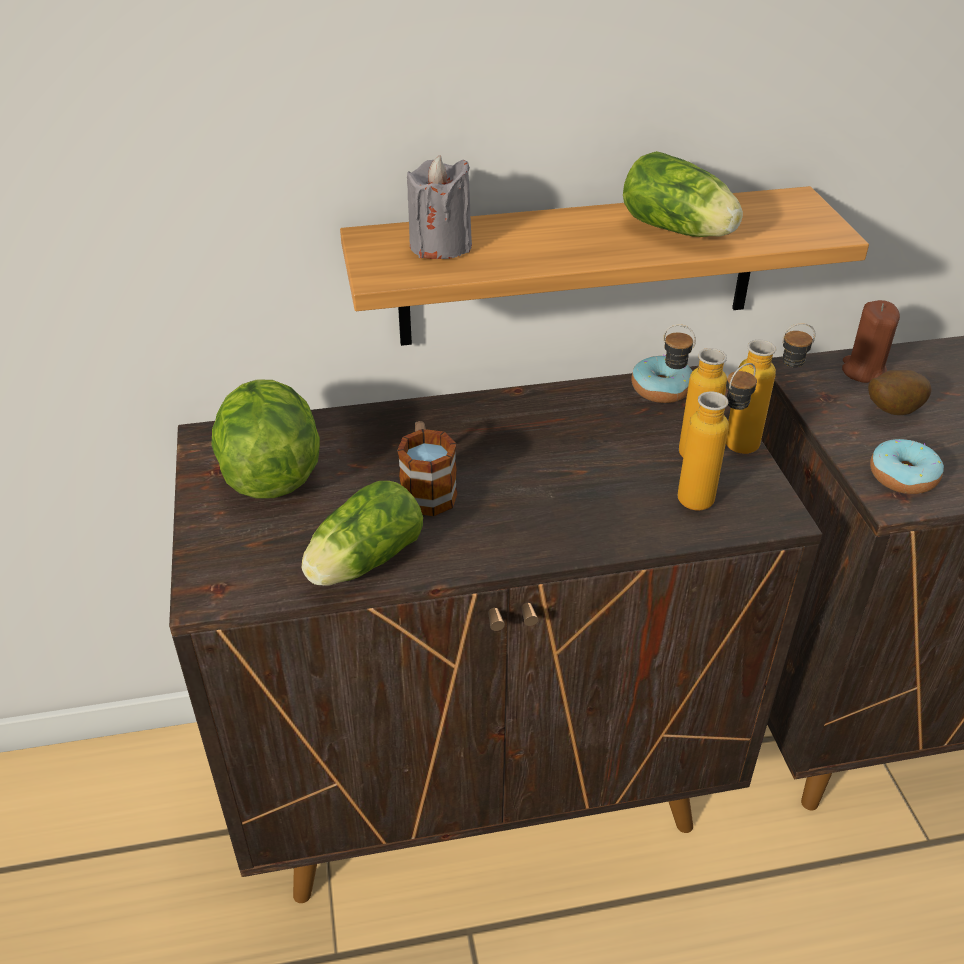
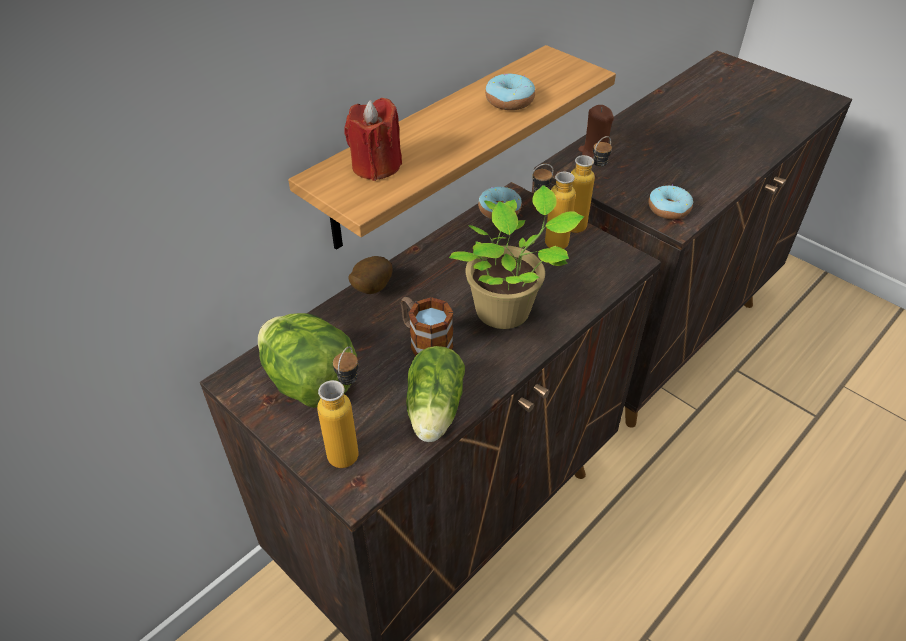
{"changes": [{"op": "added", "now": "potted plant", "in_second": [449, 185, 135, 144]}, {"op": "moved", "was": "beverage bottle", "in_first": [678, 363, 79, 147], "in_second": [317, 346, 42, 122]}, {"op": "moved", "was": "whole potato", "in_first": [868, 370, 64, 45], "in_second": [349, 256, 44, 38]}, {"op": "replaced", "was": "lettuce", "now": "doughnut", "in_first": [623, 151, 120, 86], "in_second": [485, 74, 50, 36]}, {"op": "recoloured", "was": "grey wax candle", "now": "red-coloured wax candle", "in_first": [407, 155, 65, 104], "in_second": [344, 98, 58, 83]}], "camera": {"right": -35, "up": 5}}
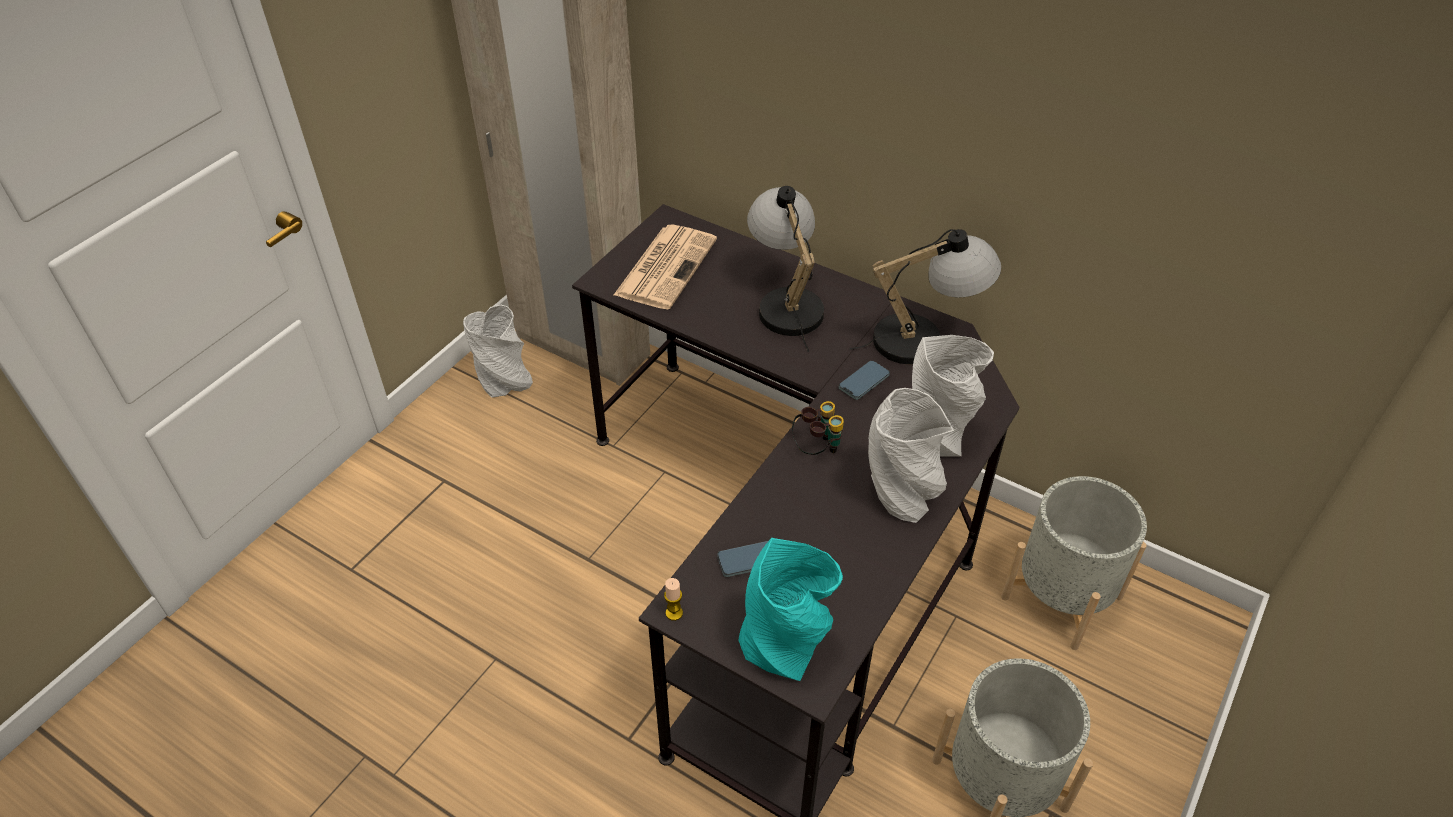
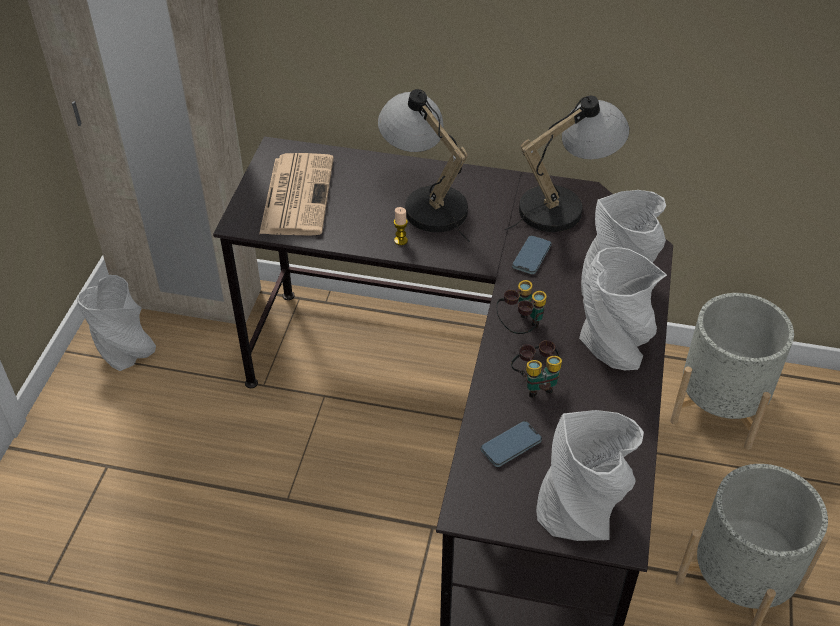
{"changes": [{"op": "added", "now": "binoculars", "in_second": [511, 340, 51, 57]}, {"op": "moved", "was": "wax candle", "in_first": [664, 578, 19, 43], "in_second": [394, 207, 14, 38]}, {"op": "recoloured", "was": "turquoise decorative vase", "now": "grey decorative vase", "in_first": [738, 538, 105, 143], "in_second": [536, 410, 108, 131]}], "camera": {"right": -20, "up": 0}}
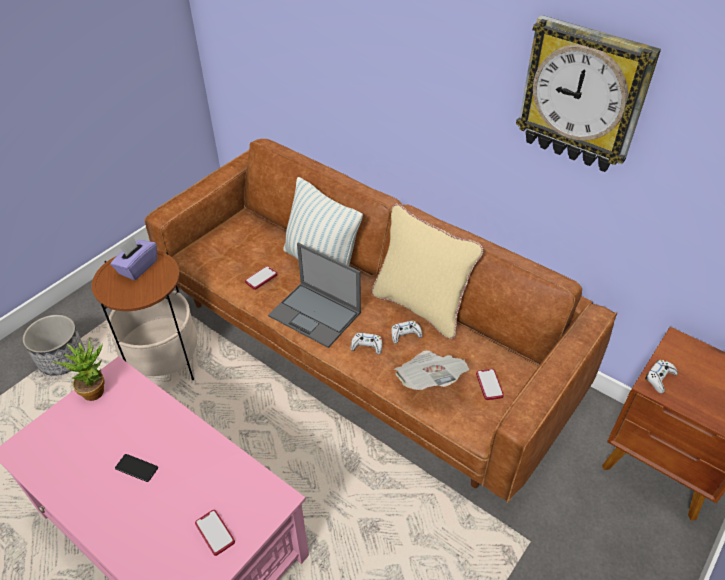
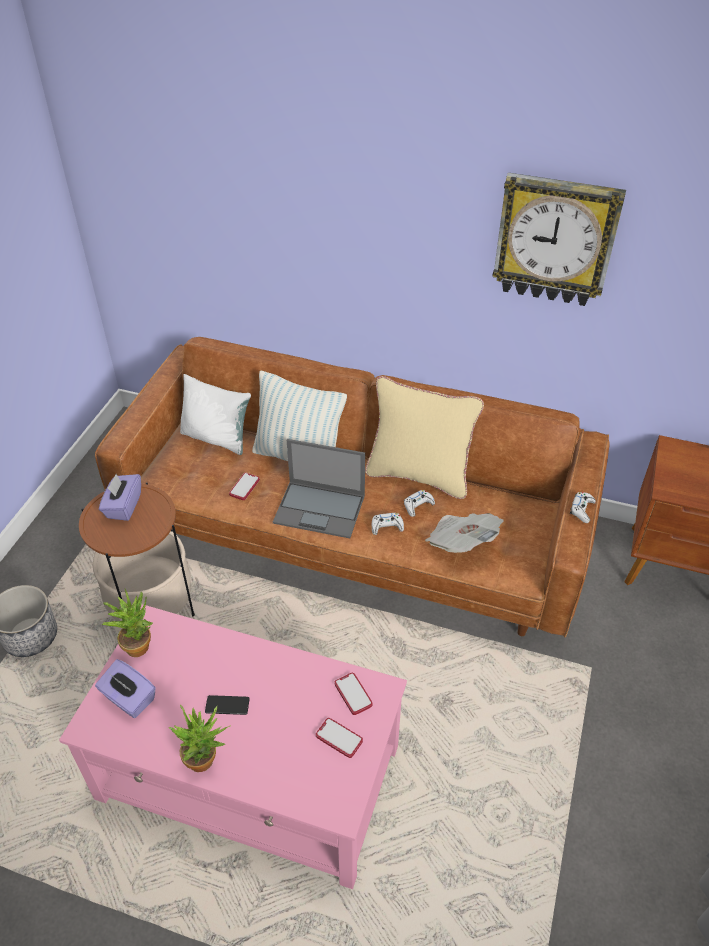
{"changes": [{"op": "added", "now": "purple-coloured tissue holder", "in_second": [95, 659, 61, 59]}, {"op": "added", "now": "potted plant", "in_second": [168, 705, 63, 67]}, {"op": "added", "now": "white-coloured throw pillow", "in_second": [180, 374, 71, 81]}, {"op": "moved", "was": "handset", "in_first": [476, 369, 28, 31], "in_second": [334, 673, 39, 42]}, {"op": "moved", "was": "white-coloured gamepad", "in_first": [645, 360, 33, 33], "in_second": [570, 492, 26, 31]}], "camera": {"right": -20, "up": 0}}
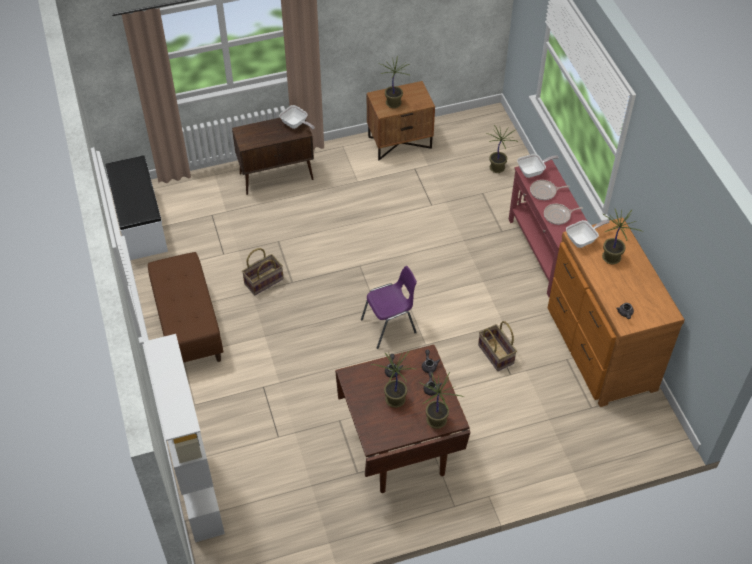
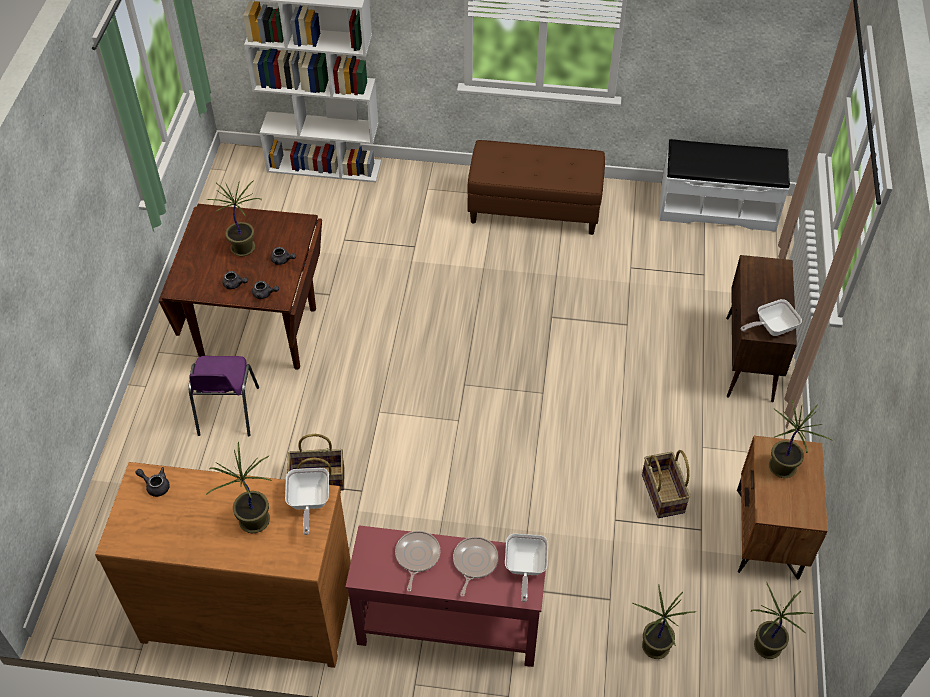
{"changes": [{"op": "moved", "was": "storage basket", "in_first": [242, 248, 42, 48], "in_second": [642, 450, 49, 68]}, {"op": "moved", "was": "purple-coloured chair", "in_first": [361, 266, 56, 83], "in_second": [188, 356, 71, 80]}, {"op": "moved", "was": "potted plant", "in_first": [419, 372, 45, 57], "in_second": [751, 583, 63, 76]}], "camera": {"right": 115, "up": 0}}
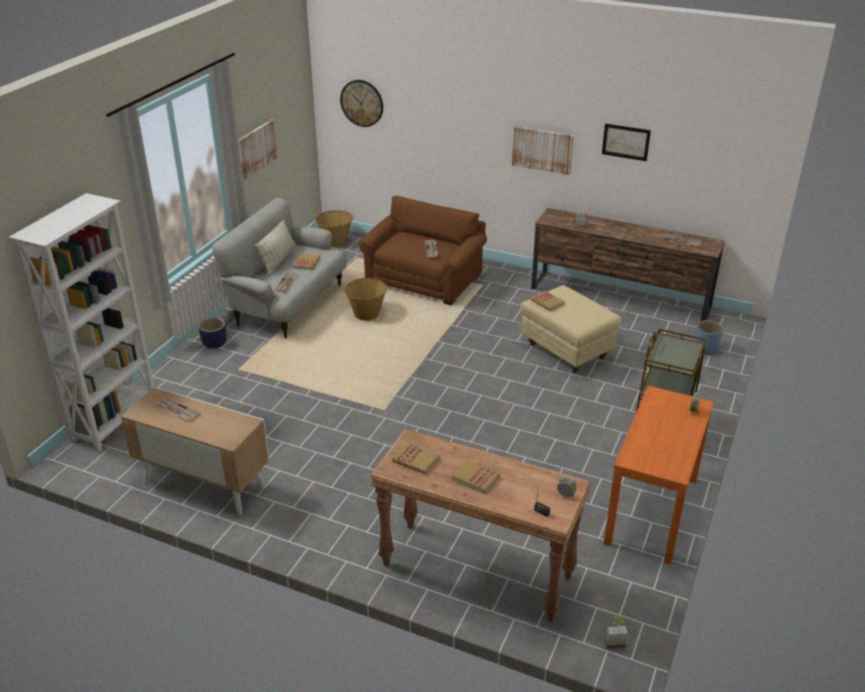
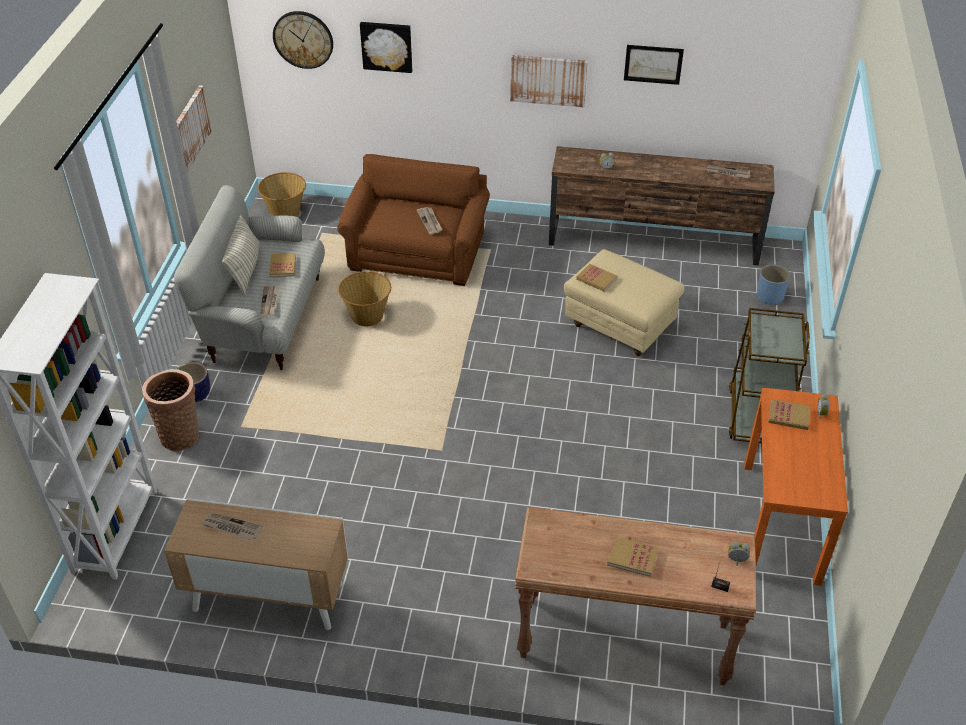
{"changes": [{"op": "removed", "was": "potted plant", "in_first": [605, 615, 23, 34]}, {"op": "added", "now": "storage basket", "in_second": [142, 369, 57, 82]}, {"op": "added", "now": "wall picture", "in_second": [360, 22, 52, 51]}, {"op": "moved", "was": "book", "in_first": [392, 442, 47, 32], "in_second": [768, 399, 43, 31]}], "camera": {"right": -15, "up": 10}}
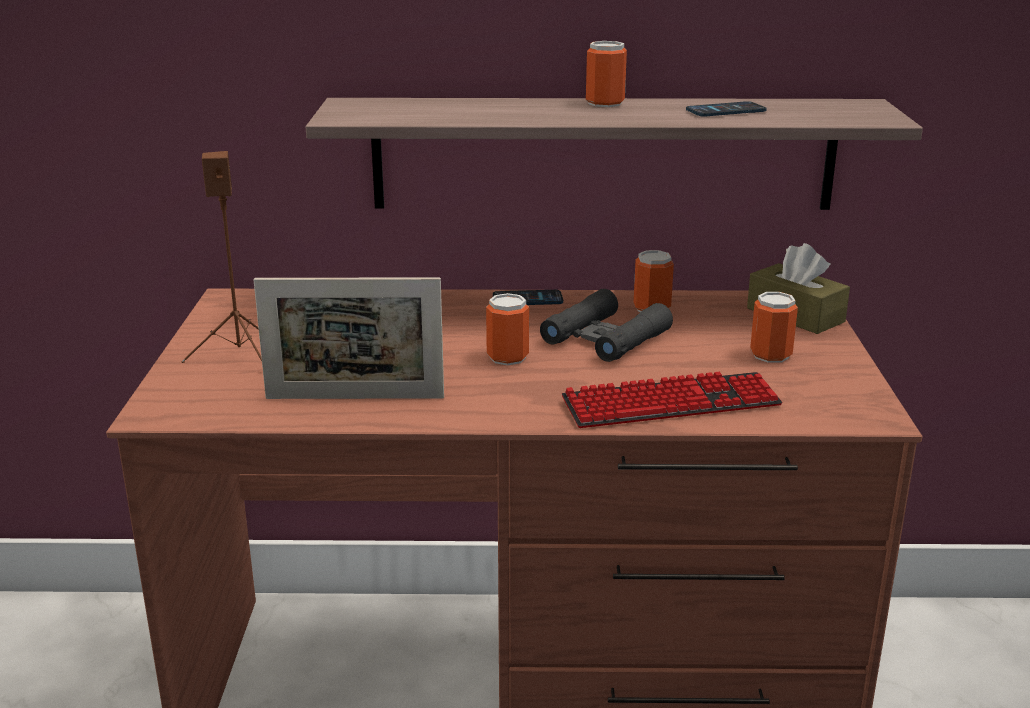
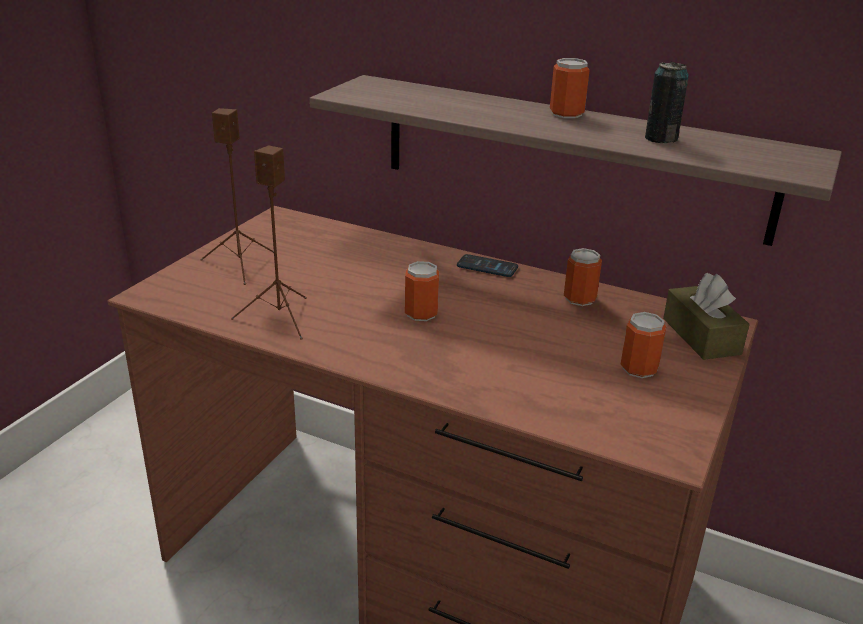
{"changes": [{"op": "removed", "was": "black-coloured binoculars", "in_first": [540, 289, 133, 73]}, {"op": "removed", "was": "keyboard", "in_first": [562, 371, 220, 57]}, {"op": "replaced", "was": "picture frame", "now": "brownish speaker", "in_first": [253, 277, 191, 122], "in_second": [231, 145, 76, 195]}, {"op": "replaced", "was": "handset", "now": "sealed can", "in_first": [686, 101, 81, 16], "in_second": [645, 62, 44, 81]}], "camera": {"right": 25, "up": 5}}
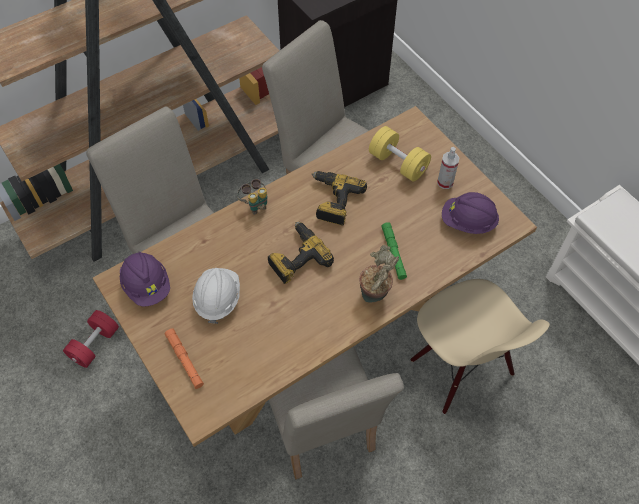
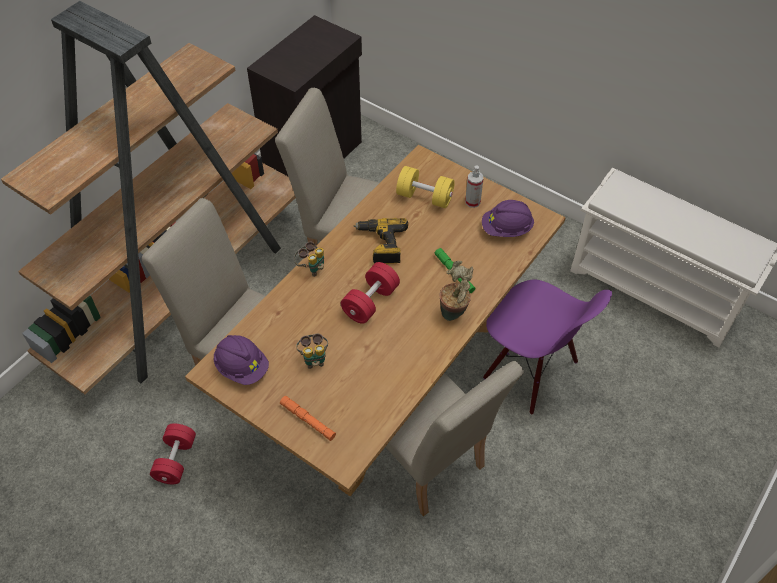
{"changes": [{"op": "replaced", "was": "white-coloured safety helmet", "now": "binoculars", "in_first": [192, 268, 48, 56], "in_second": [296, 334, 32, 35]}, {"op": "replaced", "was": "power drill", "now": "red-coloured hand weight", "in_first": [268, 222, 66, 62], "in_second": [341, 262, 59, 62]}, {"op": "recoloured", "was": "beige-coloured chair", "now": "purple-coloured chair", "in_first": [411, 279, 139, 135], "in_second": [483, 279, 129, 136]}], "camera": {"right": -20, "up": -5}}
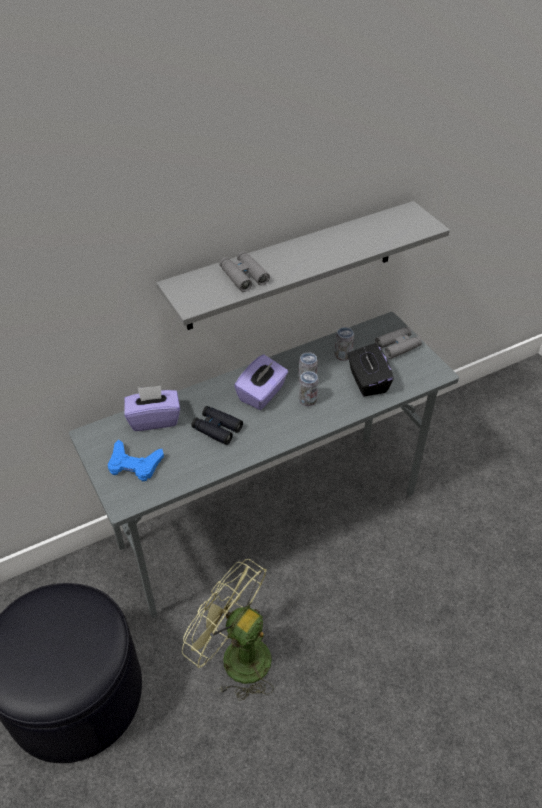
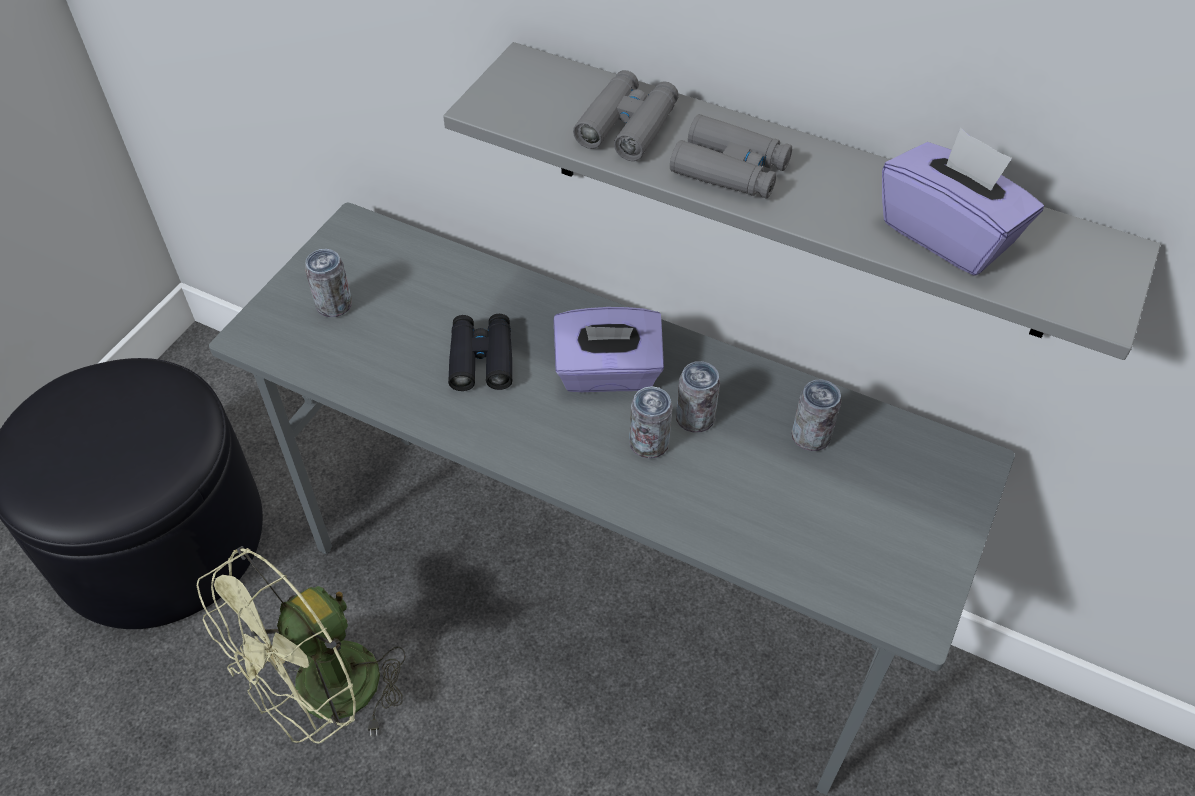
{"changes": [{"op": "removed", "was": "black-coloured tissue holder", "in_first": [347, 343, 47, 53]}, {"op": "moved", "was": "purple-coloured tissue holder", "in_first": [124, 386, 56, 45], "in_second": [882, 128, 162, 148]}, {"op": "moved", "was": "grey binoculars", "in_first": [375, 327, 47, 32], "in_second": [670, 114, 122, 85]}, {"op": "replaced", "was": "blue-coloured gamepad", "now": "sealed can", "in_first": [108, 440, 56, 41], "in_second": [305, 249, 47, 68]}, {"op": "turned", "was": "green electric fan", "in_first": [182, 559, 92, 142], "in_second": [197, 546, 209, 198], "clockwise": -135}], "camera": {"right": 55, "up": 5}}
